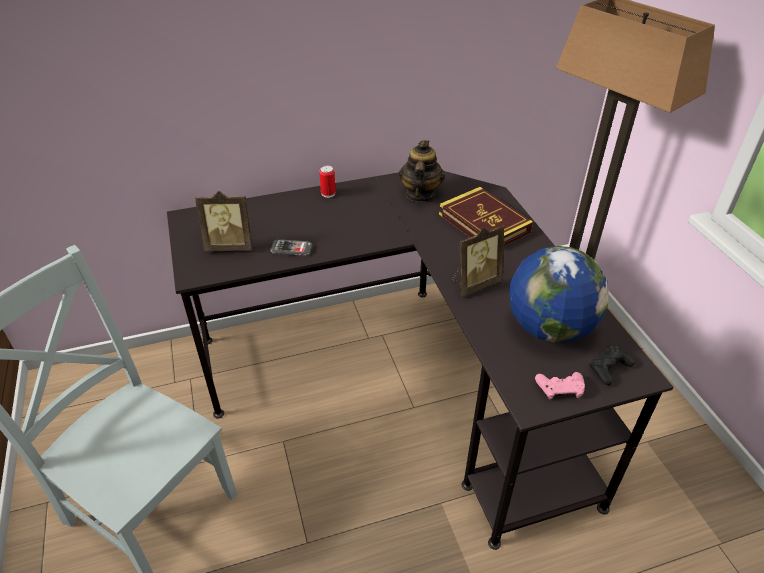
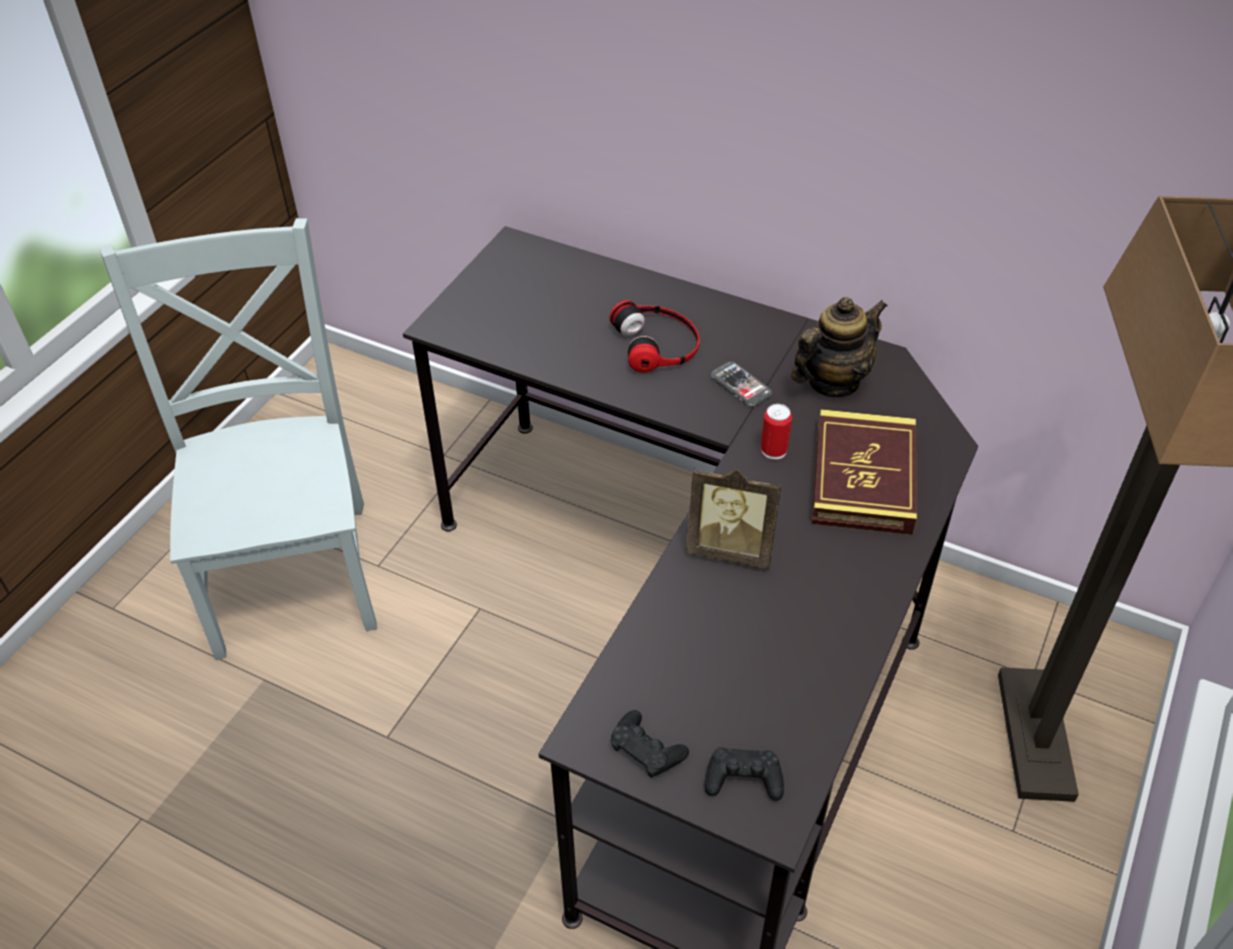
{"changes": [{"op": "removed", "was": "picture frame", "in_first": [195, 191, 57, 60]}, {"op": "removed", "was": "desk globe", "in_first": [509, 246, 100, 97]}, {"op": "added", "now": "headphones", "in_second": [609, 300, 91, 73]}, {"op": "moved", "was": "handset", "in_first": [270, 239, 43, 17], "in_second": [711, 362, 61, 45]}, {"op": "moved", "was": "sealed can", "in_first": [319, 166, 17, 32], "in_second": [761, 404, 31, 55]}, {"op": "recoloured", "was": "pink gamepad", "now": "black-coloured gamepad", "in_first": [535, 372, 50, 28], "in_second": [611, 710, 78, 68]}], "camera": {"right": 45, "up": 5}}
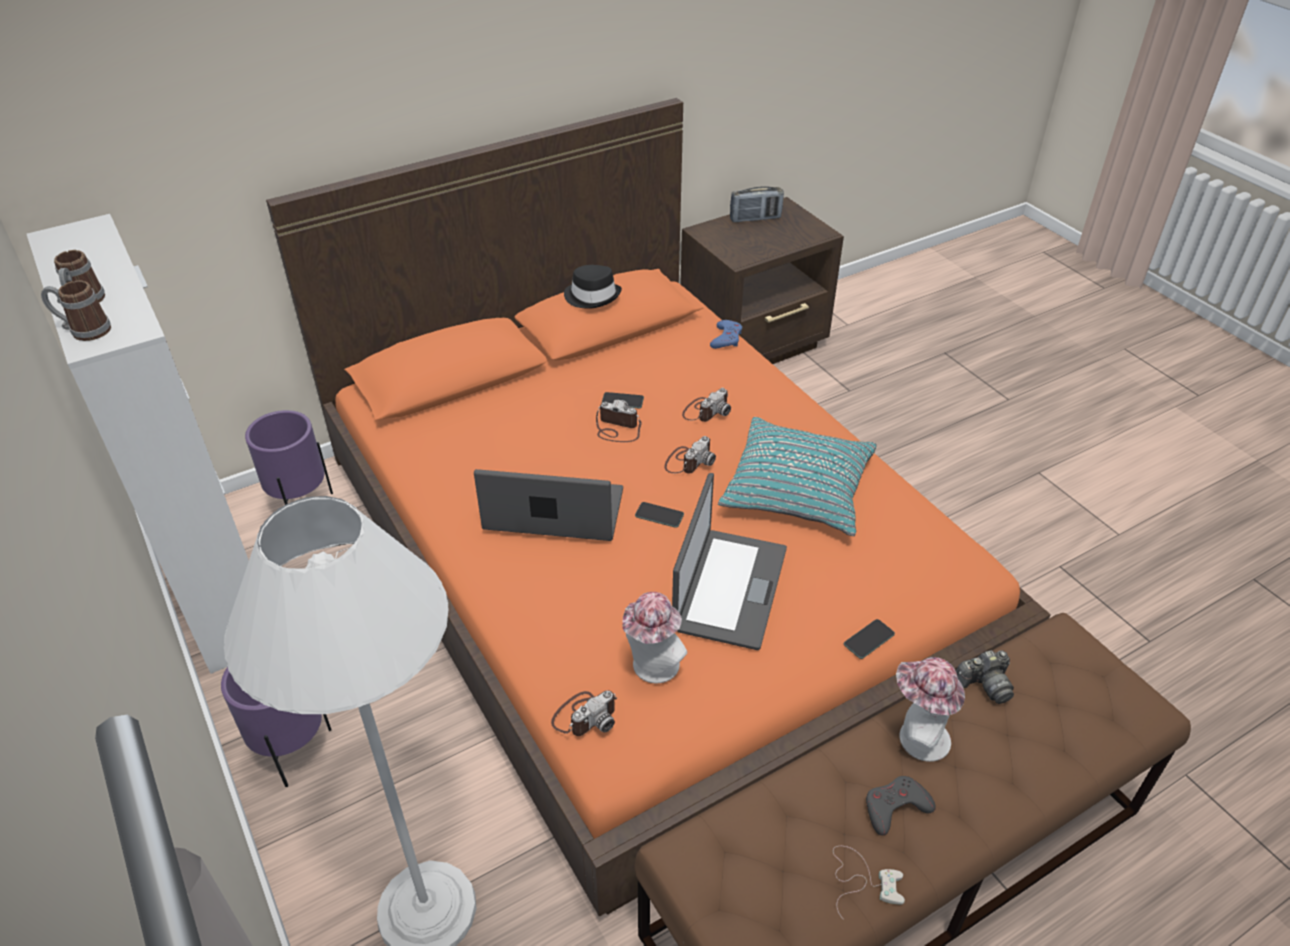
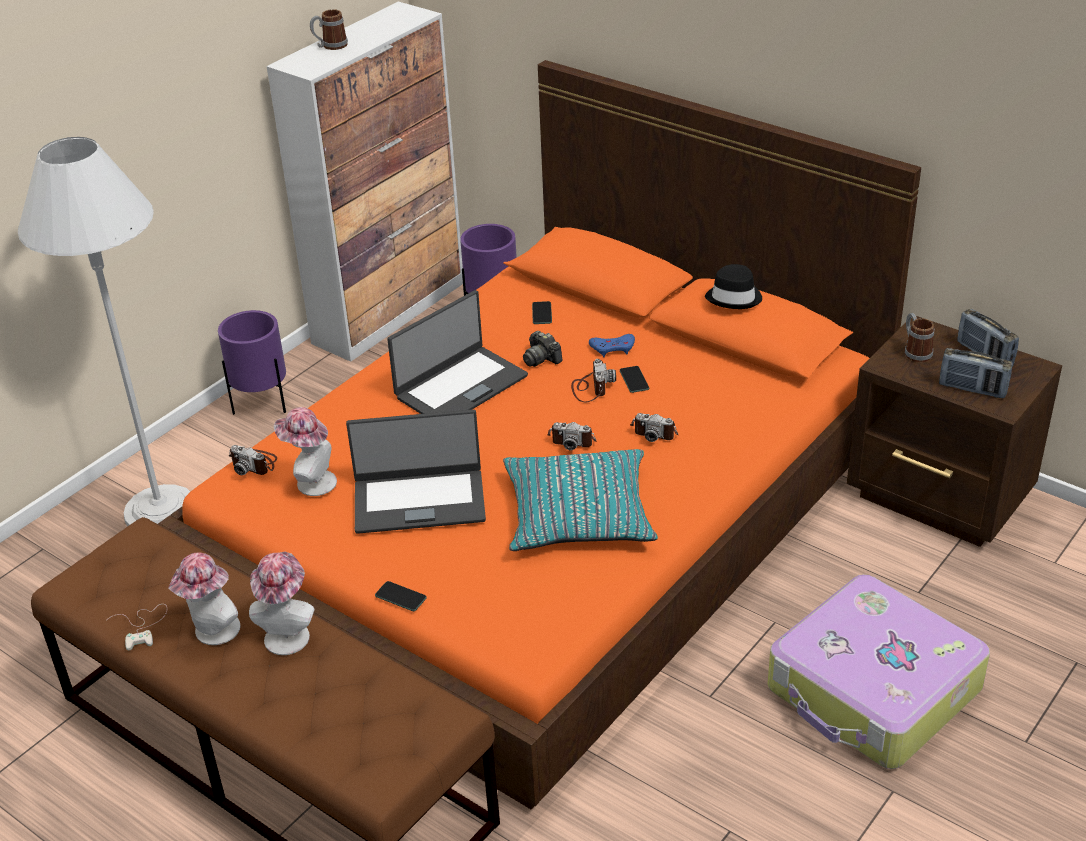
{"changes": [{"op": "added", "now": "suitcase", "in_second": [768, 574, 222, 195]}, {"op": "added", "now": "radio", "in_second": [939, 348, 74, 50]}, {"op": "moved", "was": "coffee mug", "in_first": [41, 280, 70, 61], "in_second": [905, 313, 29, 50]}, {"op": "moved", "was": "handset", "in_first": [635, 502, 49, 26], "in_second": [532, 301, 20, 23]}, {"op": "moved", "was": "blue-coloured gamepad", "in_first": [710, 320, 32, 29], "in_second": [589, 334, 46, 23]}, {"op": "moved", "was": "photo camera", "in_first": [956, 650, 58, 54], "in_second": [523, 331, 40, 36]}, {"op": "replaced", "was": "grey gamepad", "now": "clothing hat", "in_first": [866, 776, 70, 60], "in_second": [168, 553, 73, 92]}, {"op": "turned", "was": "portable computer", "in_first": [474, 469, 149, 72], "in_second": [387, 290, 141, 124], "clockwise": 60}], "camera": {"right": 70, "up": -5}}
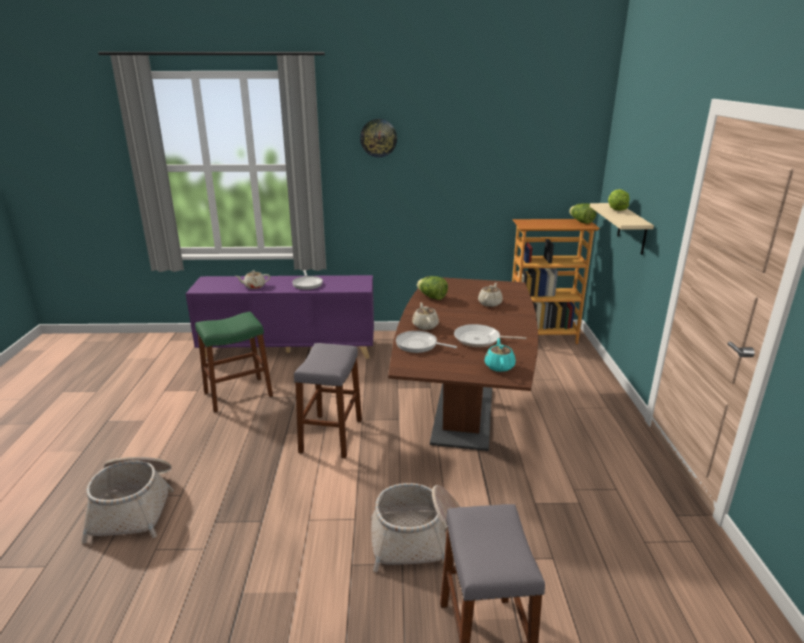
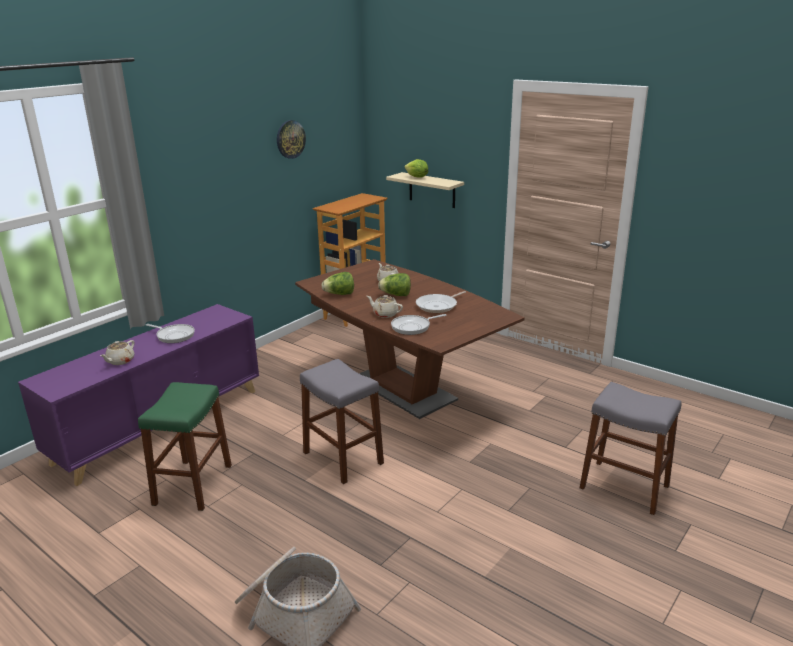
{"changes": [{"op": "removed", "was": "storage basket", "in_first": [371, 483, 89, 89]}, {"op": "removed", "was": "turquoise tea pot", "in_first": [484, 338, 32, 34]}, {"op": "moved", "was": "wall clock", "in_first": [360, 119, 37, 39], "in_second": [277, 120, 29, 39]}, {"op": "moved", "was": "lettuce", "in_first": [569, 203, 28, 21], "in_second": [378, 273, 33, 23]}], "camera": {"right": -50, "up": 0}}
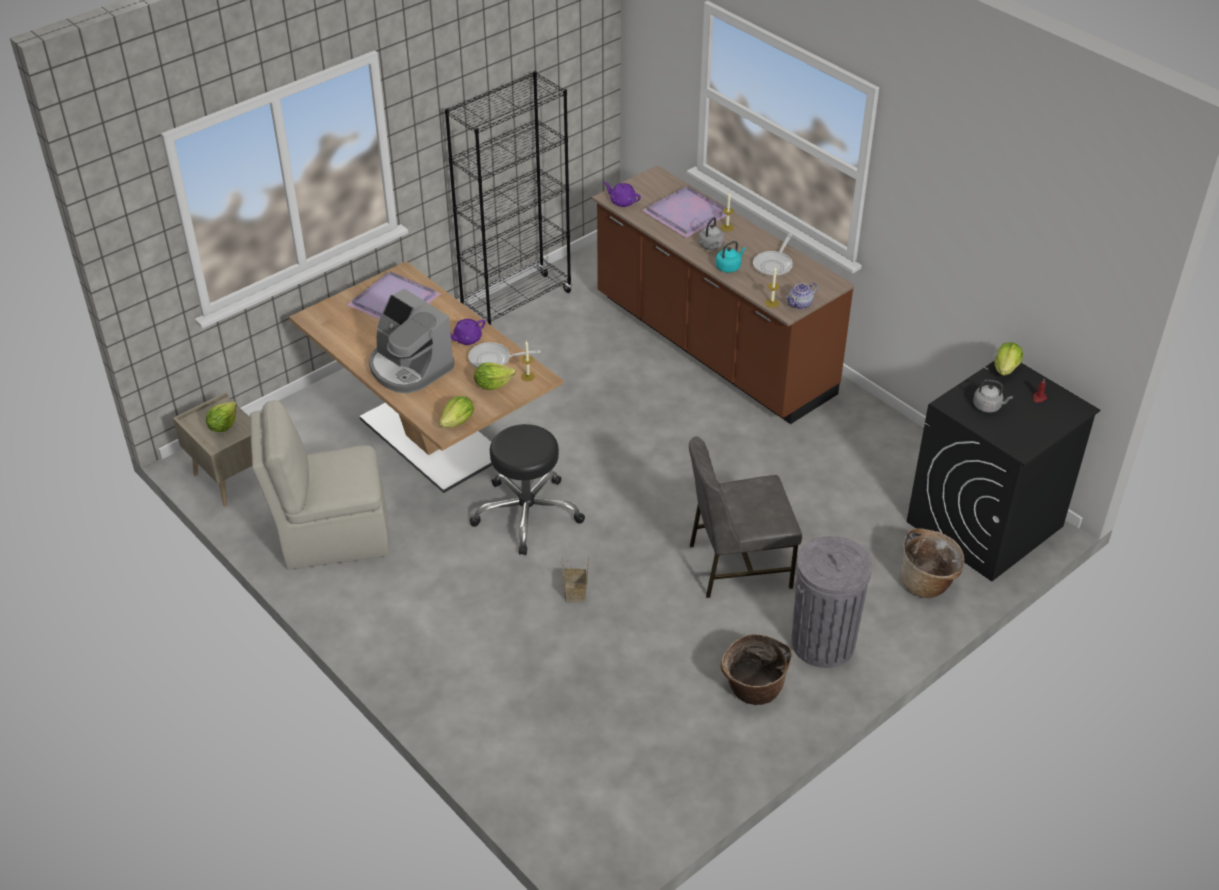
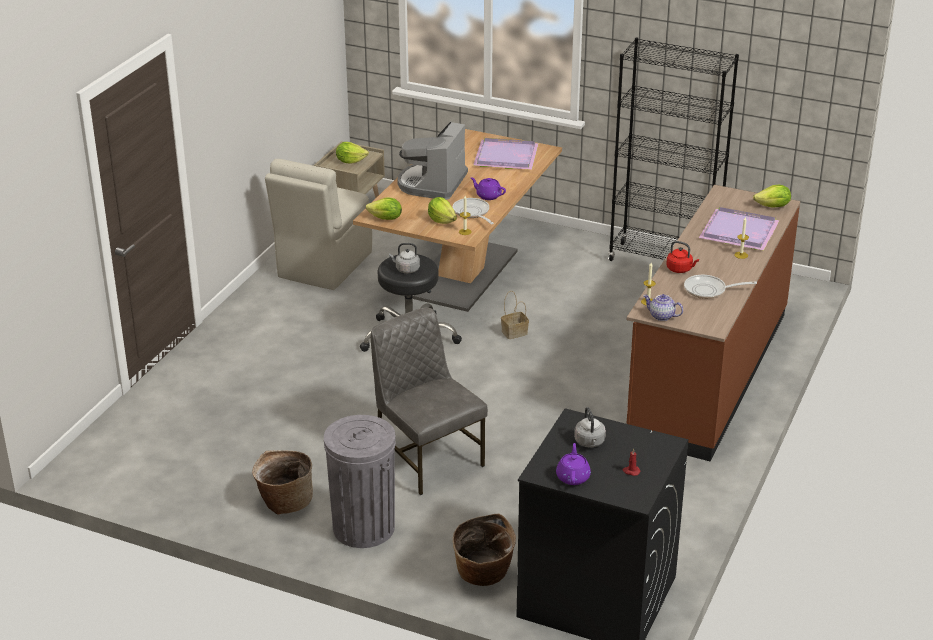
{"changes": [{"op": "moved", "was": "storage basket", "in_first": [562, 556, 27, 47], "in_second": [501, 291, 28, 48]}, {"op": "moved", "was": "purple-coloured tea pot", "in_first": [604, 182, 37, 25], "in_second": [556, 443, 35, 42]}, {"op": "moved", "was": "grey tea kettle", "in_first": [699, 217, 25, 33], "in_second": [389, 243, 31, 30]}, {"op": "moved", "was": "lettuce", "in_first": [994, 342, 29, 34], "in_second": [753, 185, 38, 23]}, {"op": "recoloured", "was": "turquoise tea kettle", "now": "red-coloured tea kettle", "in_first": [716, 241, 30, 32], "in_second": [666, 241, 33, 32]}, {"op": "turned", "was": "beige-coloured chair", "in_first": [250, 400, 139, 170], "in_second": [265, 159, 107, 131], "clockwise": -120}], "camera": {"right": 65, "up": -10}}
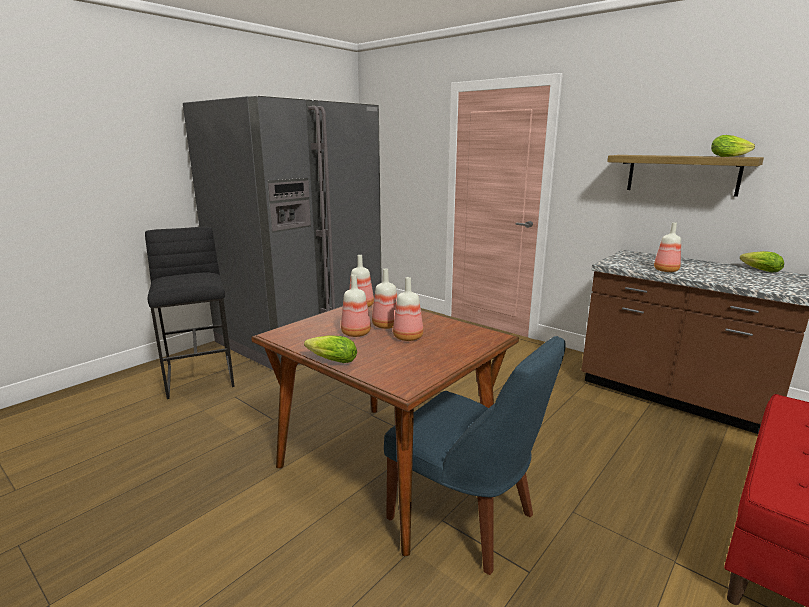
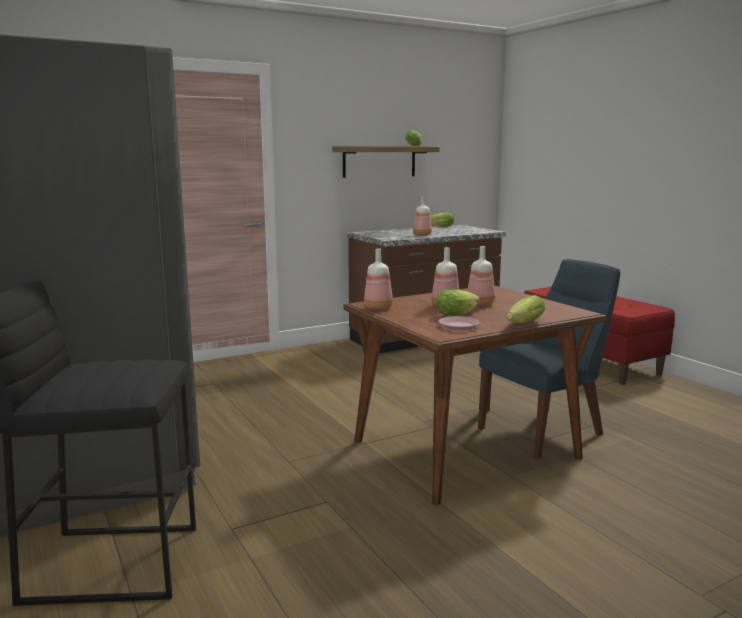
{"changes": [{"op": "added", "now": "pink plate", "in_second": [439, 316, 41, 15]}, {"op": "replaced", "was": "beverage bottle", "now": "lettuce", "in_first": [341, 274, 30, 63], "in_second": [437, 289, 43, 28]}], "camera": {"right": -70, "up": -5}}
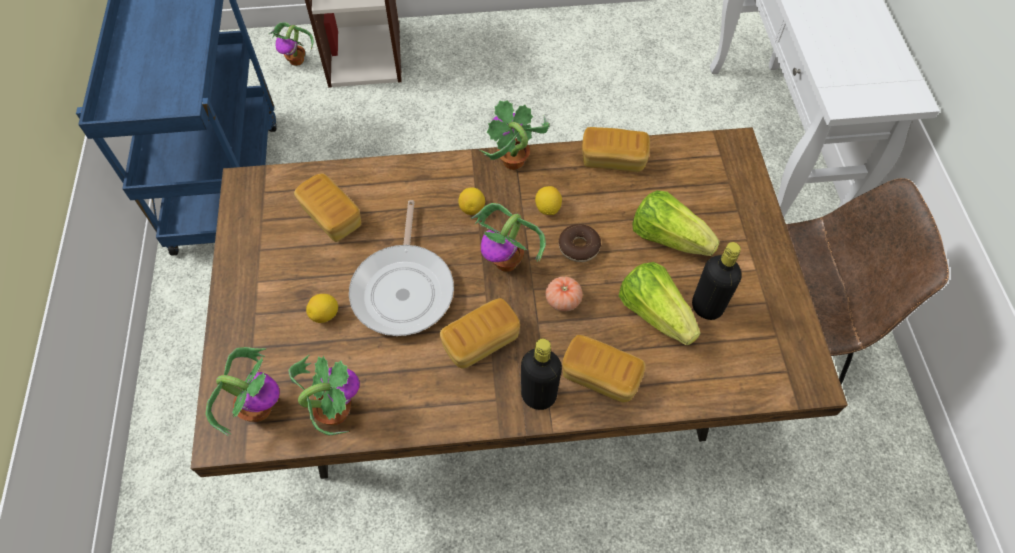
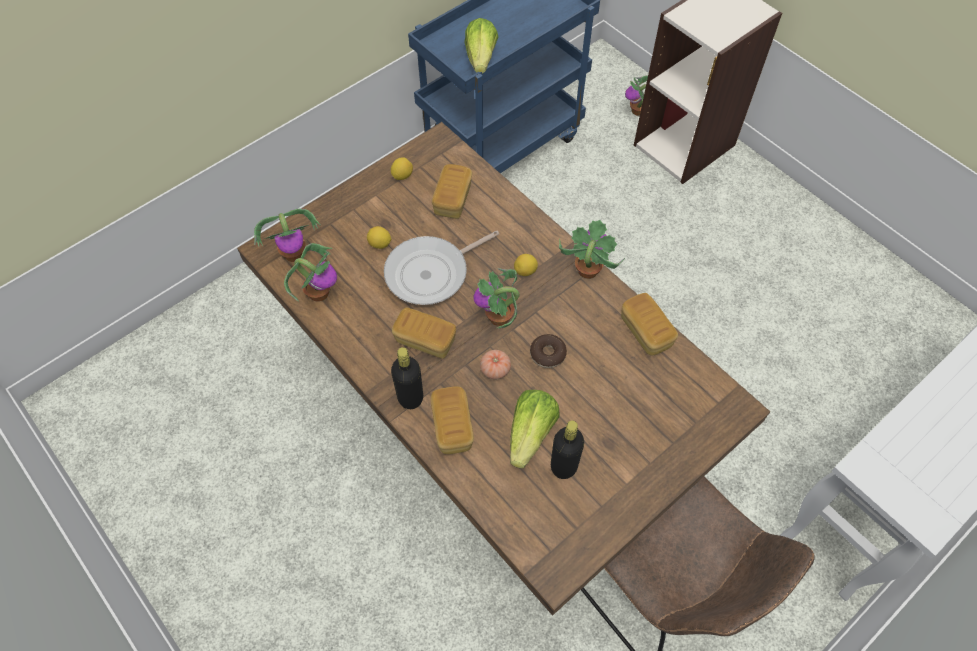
{"changes": [{"op": "moved", "was": "citrus fruit", "in_first": [535, 186, 27, 29], "in_second": [391, 157, 22, 23]}, {"op": "moved", "was": "lettuce", "in_first": [632, 190, 88, 66], "in_second": [464, 18, 34, 56]}], "camera": {"right": 55, "up": 0}}
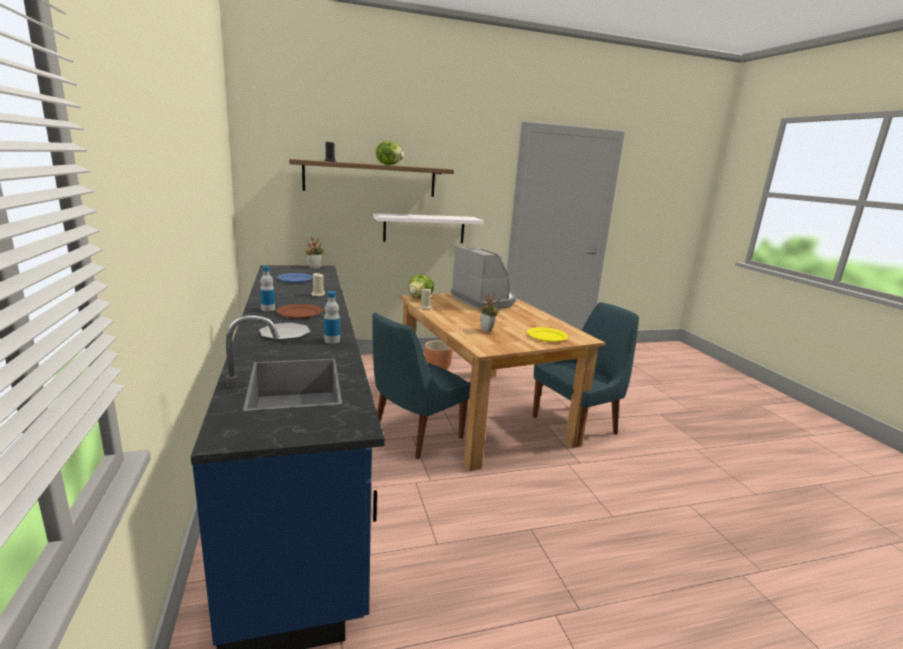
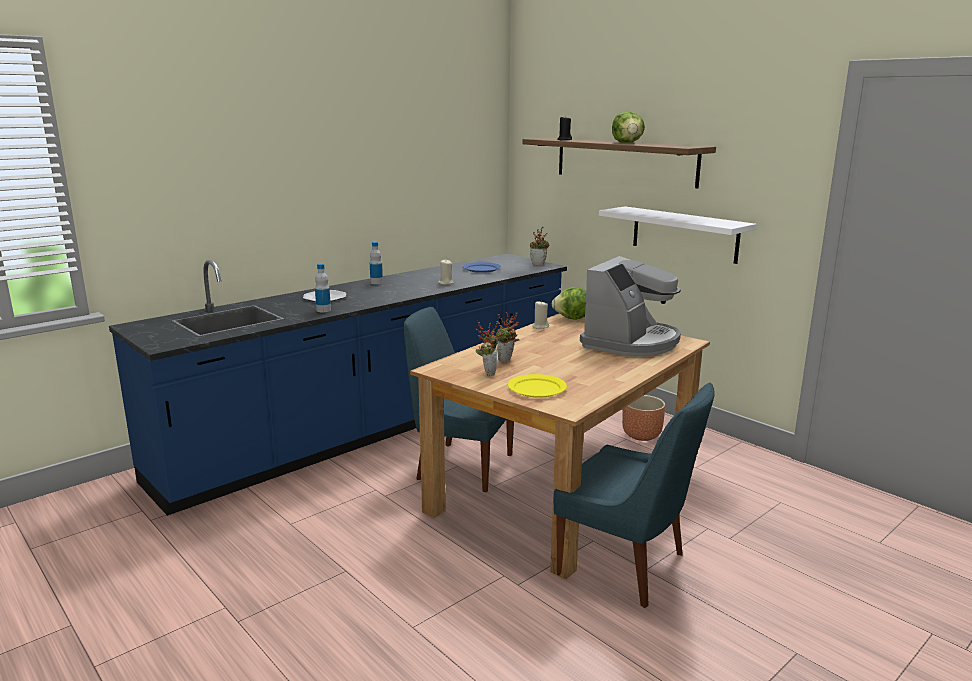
{"changes": [{"op": "removed", "was": "brownish plate", "in_first": [276, 304, 47, 15]}, {"op": "added", "now": "potted plant", "in_second": [475, 320, 26, 56]}], "camera": {"right": 65, "up": 0}}
